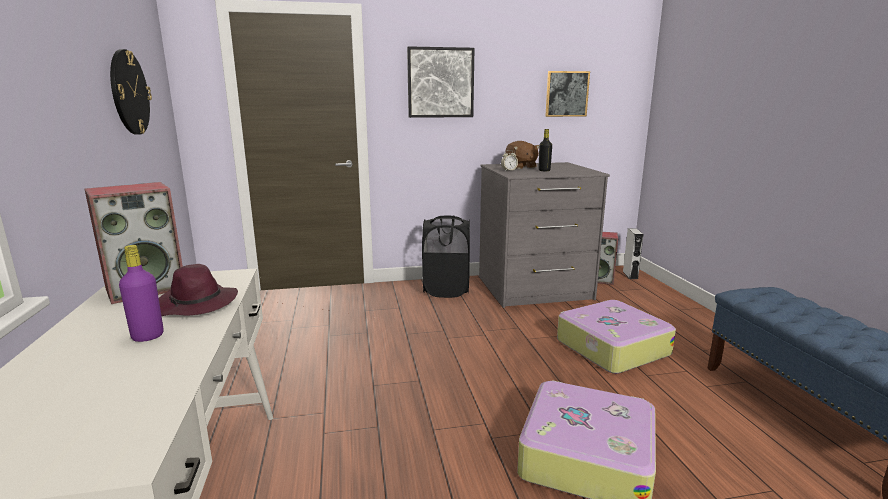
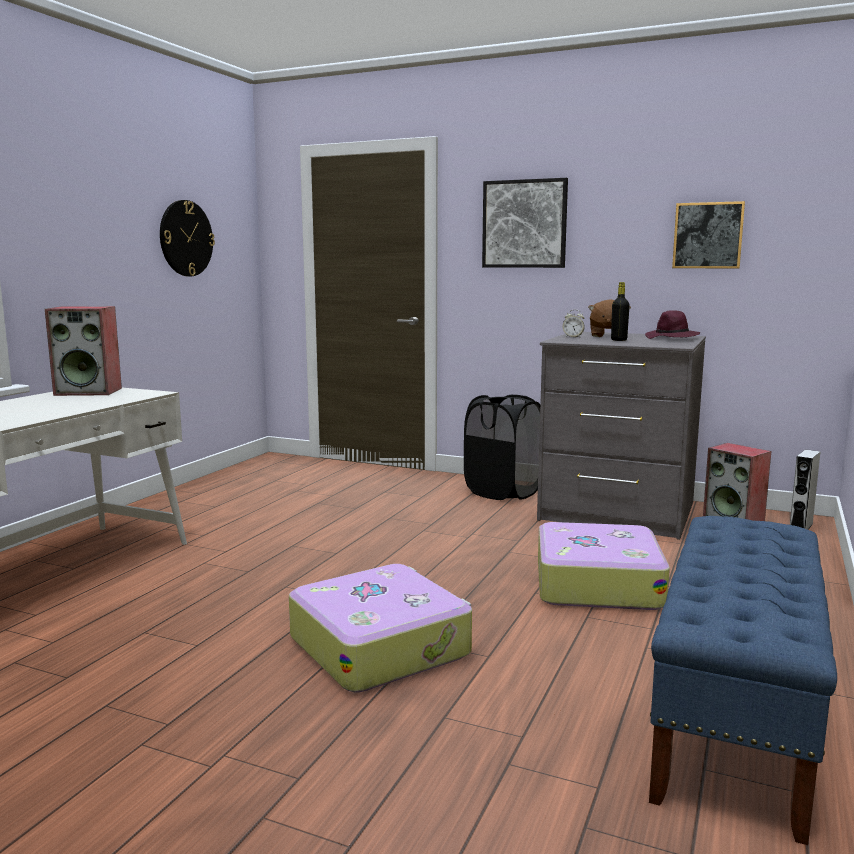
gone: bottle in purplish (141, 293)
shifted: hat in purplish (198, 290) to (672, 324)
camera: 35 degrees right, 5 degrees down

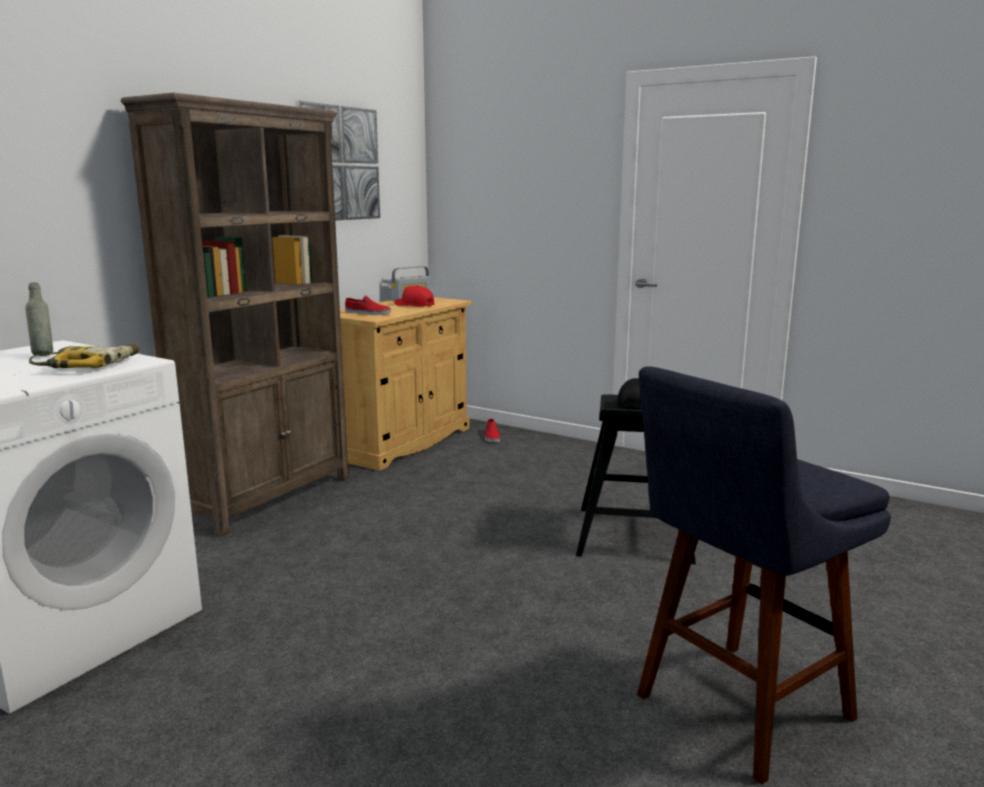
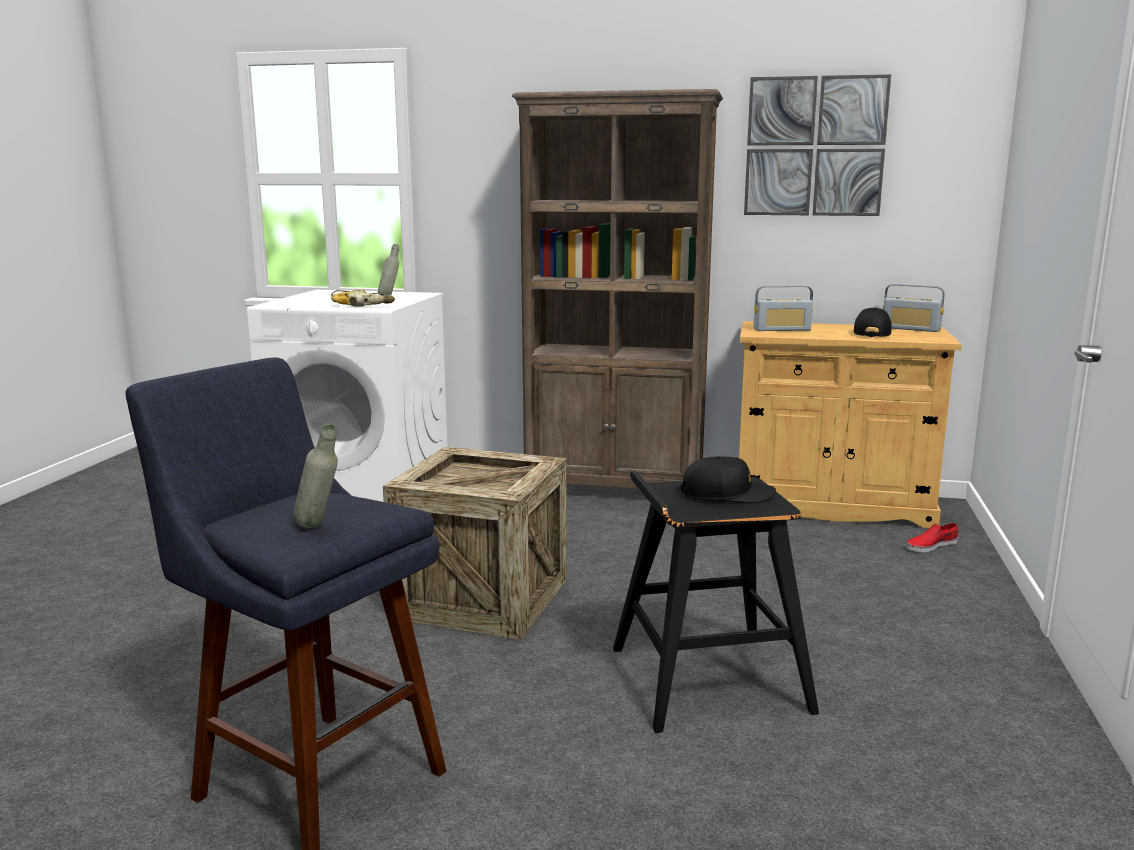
new: bottle in gray (315, 476); packing crate (475, 543)
swapped: item of footwear in reddish (368, 305) to radio receiver (783, 308)
repainted: baseball cap in reddish (414, 296) to baseball cap in black-coloured (872, 322)
camera: 70 degrees right, 0 degrees up

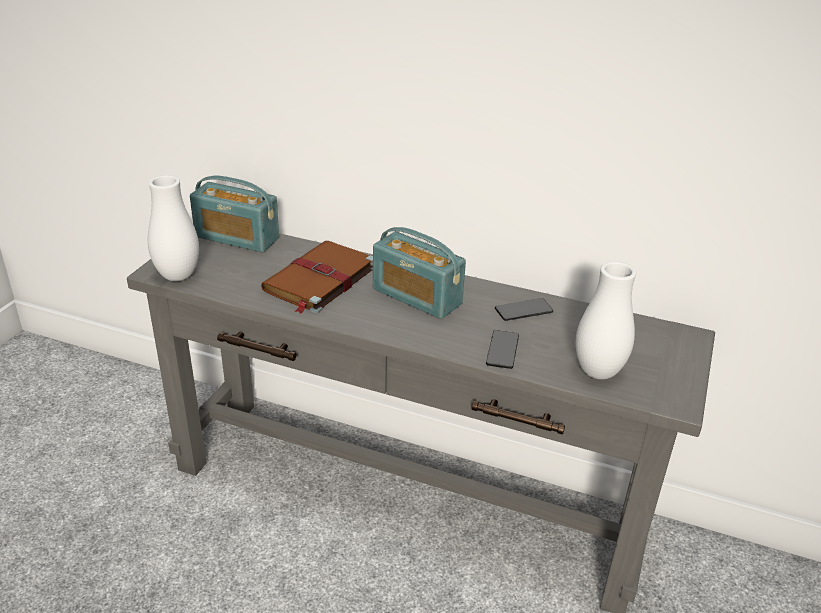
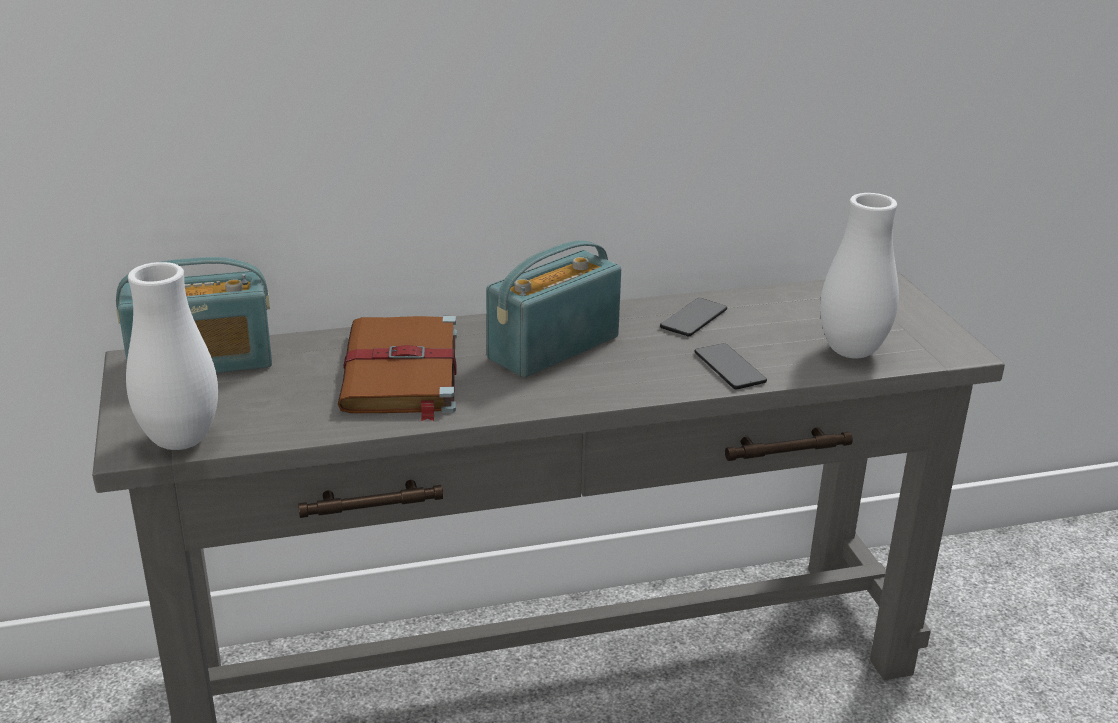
rotated: radio receiver (419, 273) = (553, 309) 135 degrees clockwise
camera: 35 degrees left, 5 degrees down

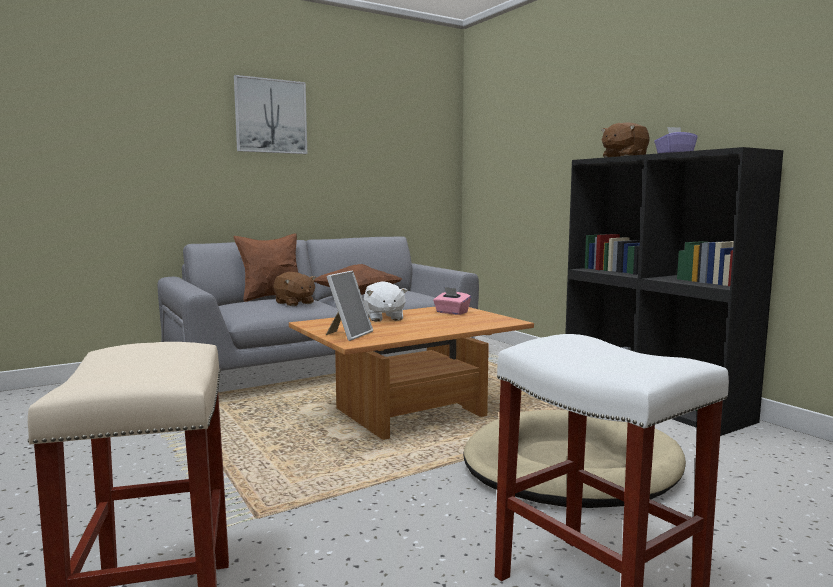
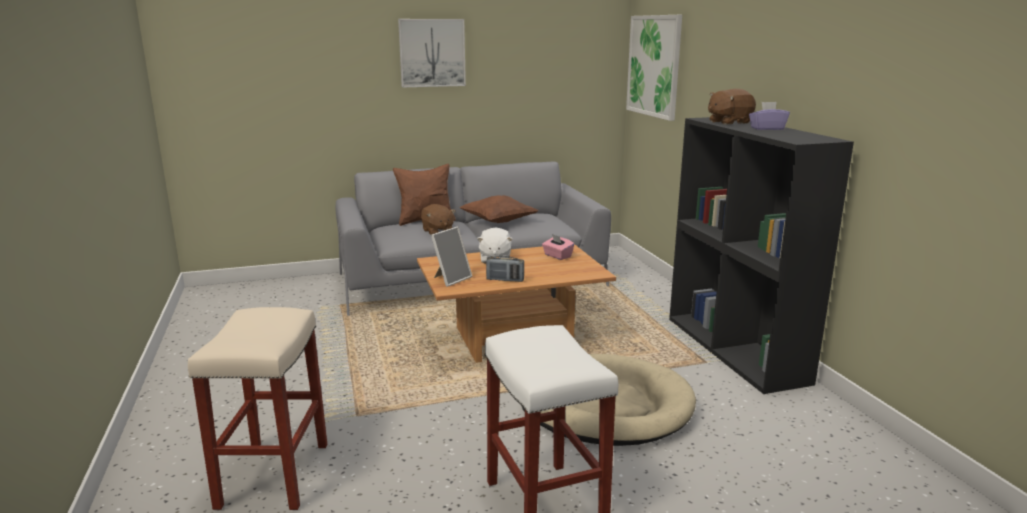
new: radio receiver (505, 269); wall art (654, 68)
camera: 15 degrees right, 10 degrees up

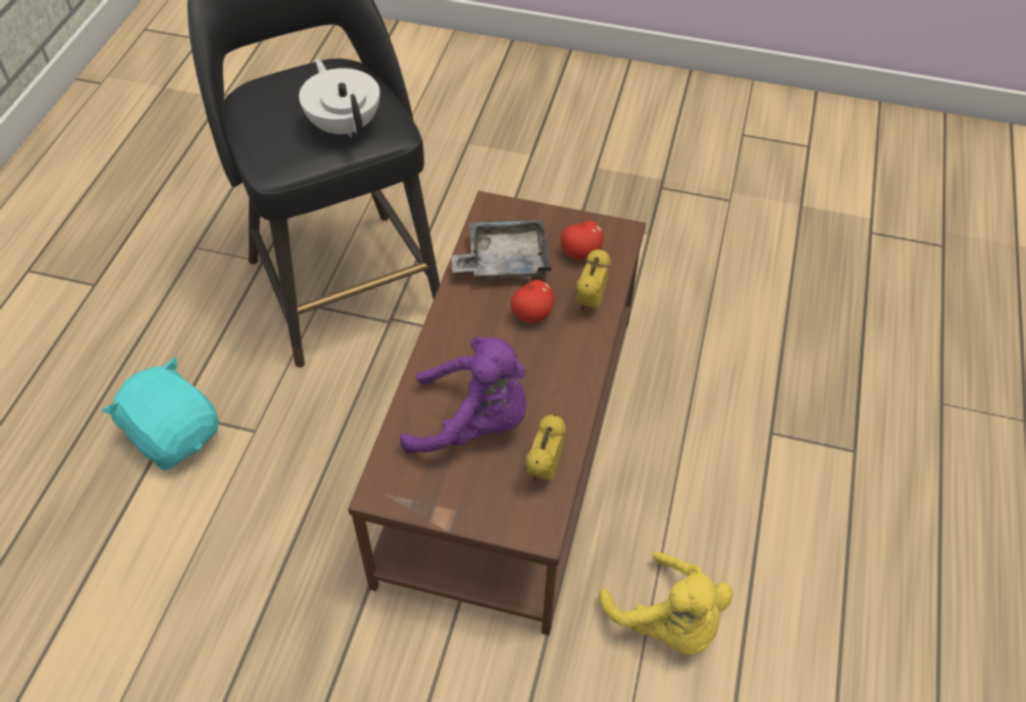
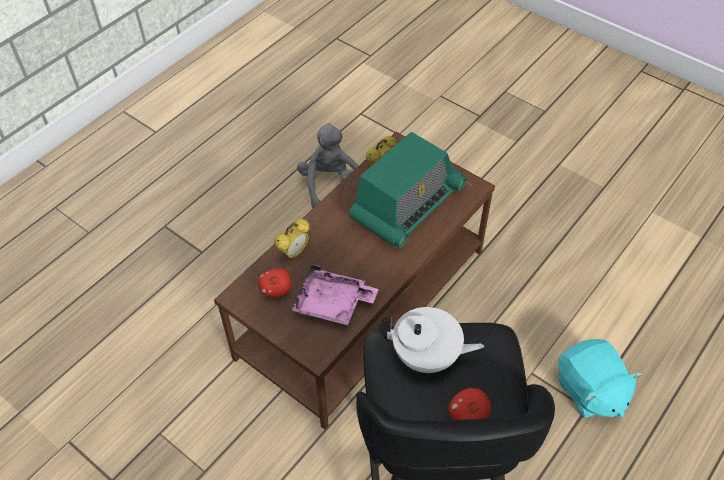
shifted: apple (532, 300) to (470, 404)
swapped: soft toy in purplish (463, 394) to radio receiver (408, 190)
repainted: serving tray in gray (501, 249) to serving tray in pink (335, 294); soft toy in yellowish (666, 603) to soft toy in gray (328, 165)
rotated: teapot in whitish (339, 98) = (431, 340) 75 degrees counterclockwise
camera: 155 degrees left, 0 degrees up

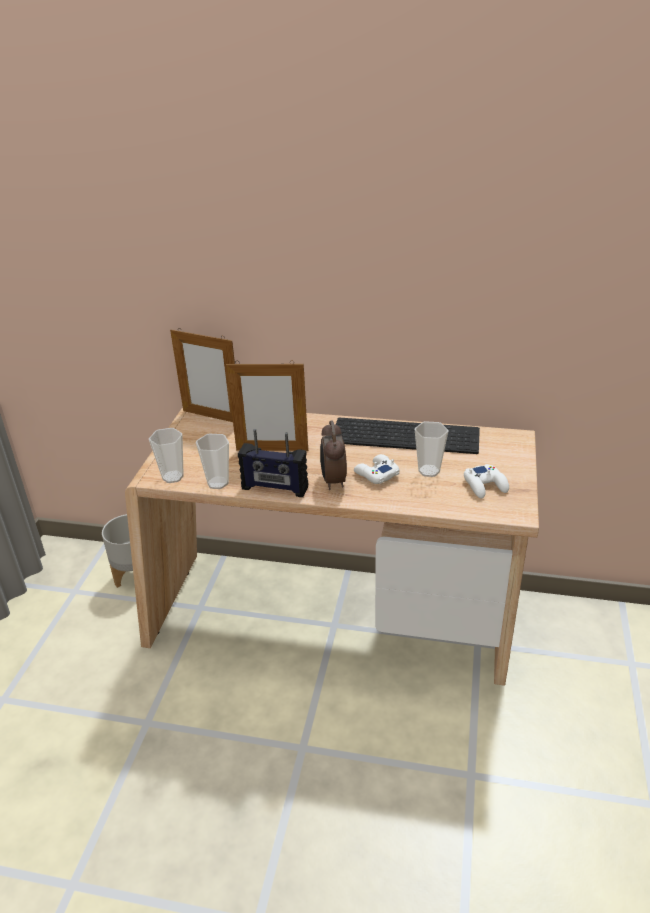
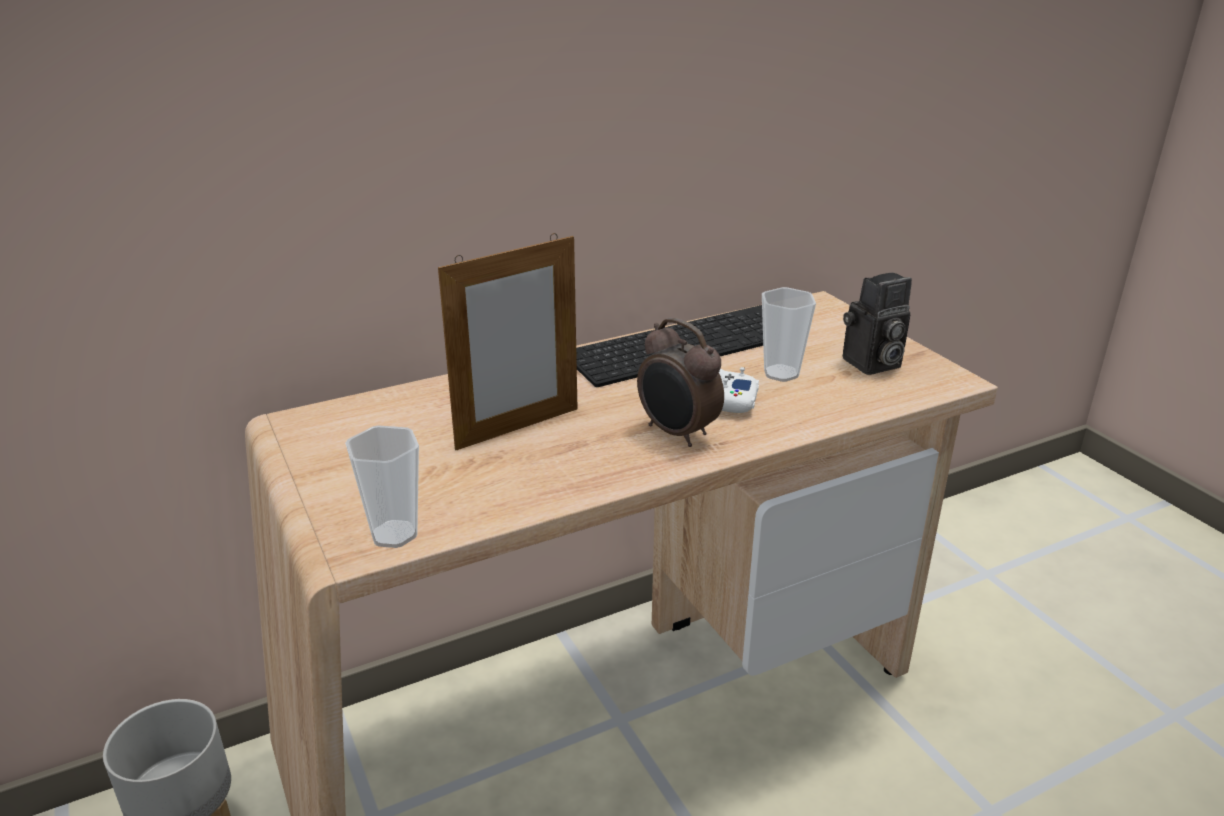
gone: picture frame (202, 376); cup (212, 461); radio receiver (273, 463)
swapped: game controller in whitish (486, 481) to still camera (877, 323)
camera: 40 degrees left, 5 degrees down

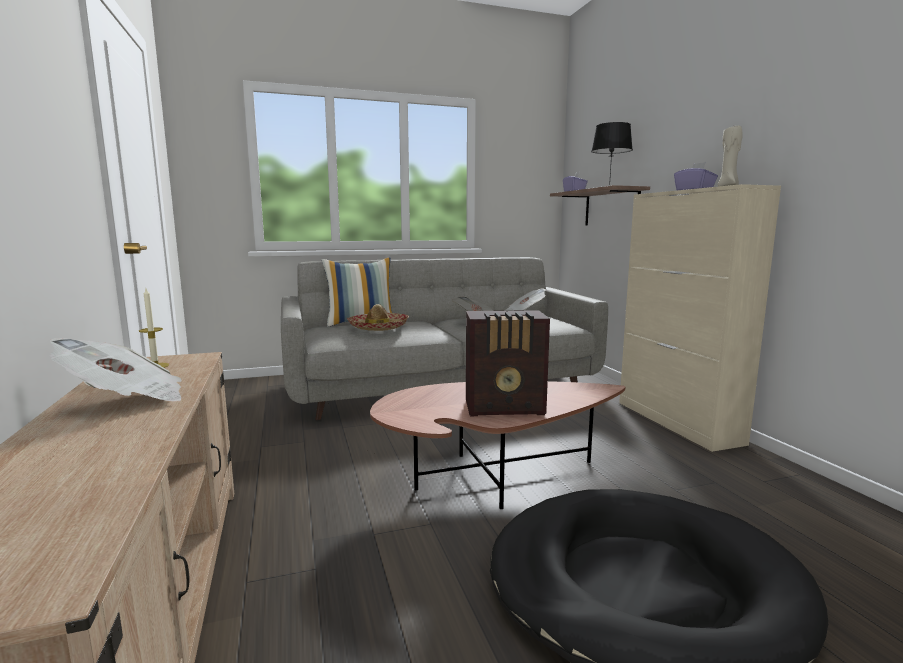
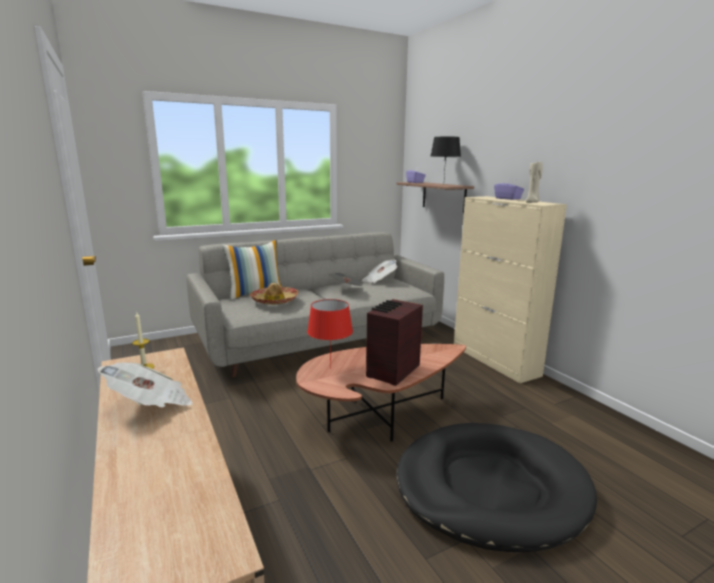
new: lamp for a table in reddish (330, 334)
rotated: radio receiver (508, 363) = (394, 342) 135 degrees clockwise
camera: 10 degrees left, 5 degrees up

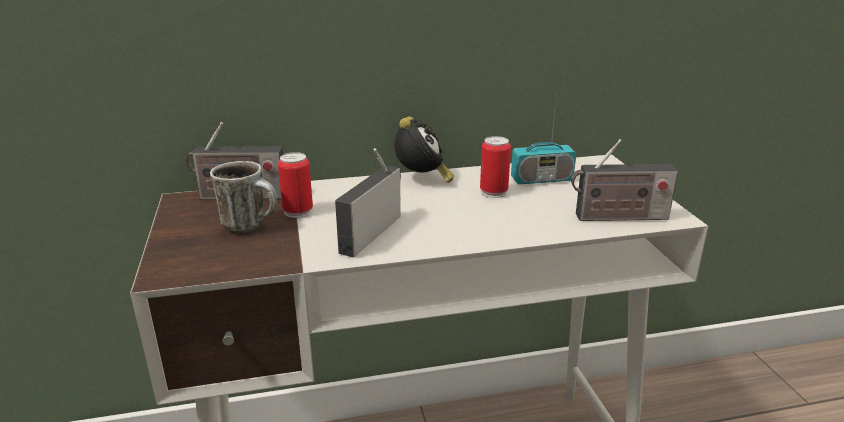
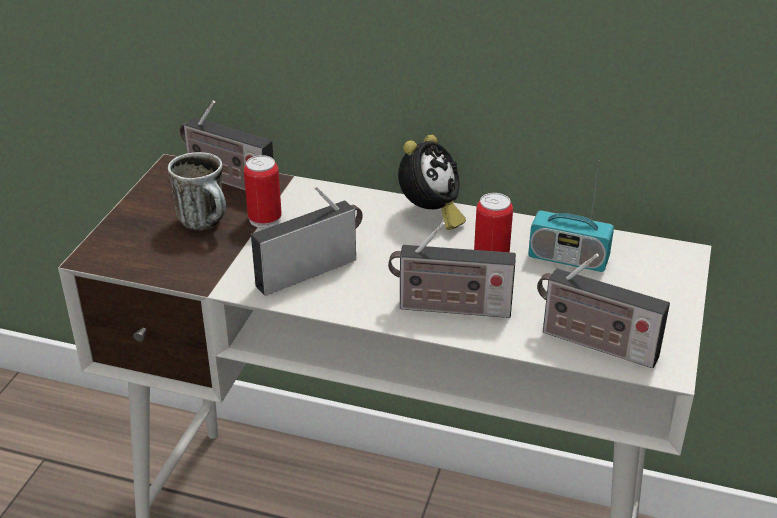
new: radio receiver (452, 270)
camera: 30 degrees right, 10 degrees up

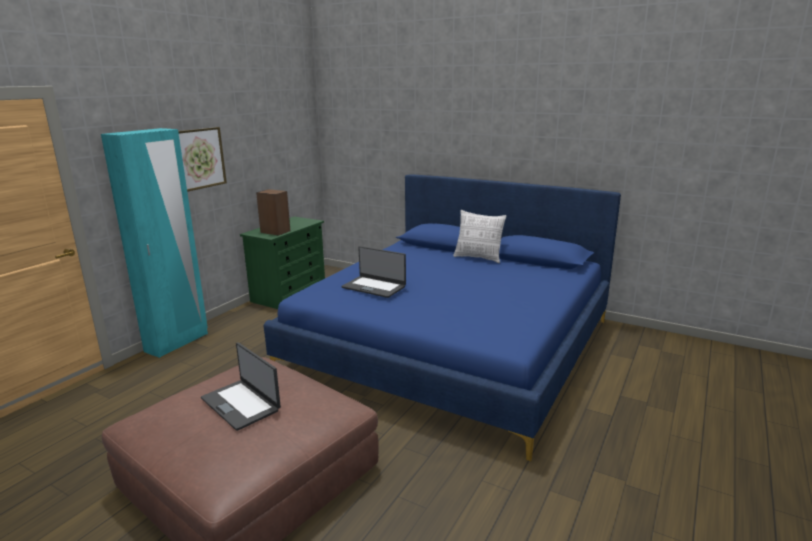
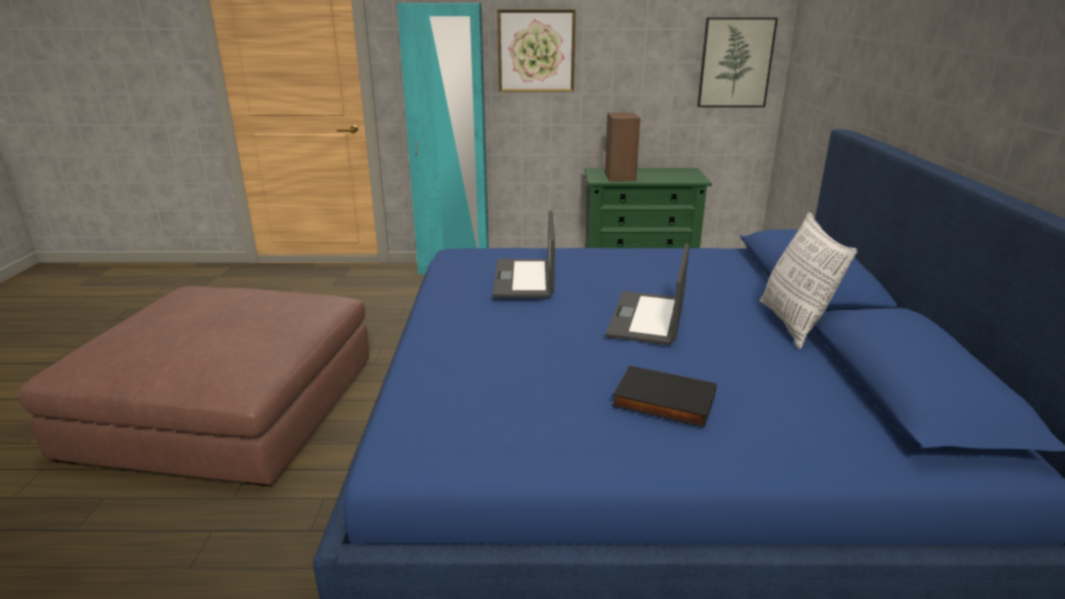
new: volume in black-coloured (664, 396); wall art (737, 62)
shifted: notebook computer (241, 386) to (648, 294)
camera: 60 degrees right, 5 degrees up

